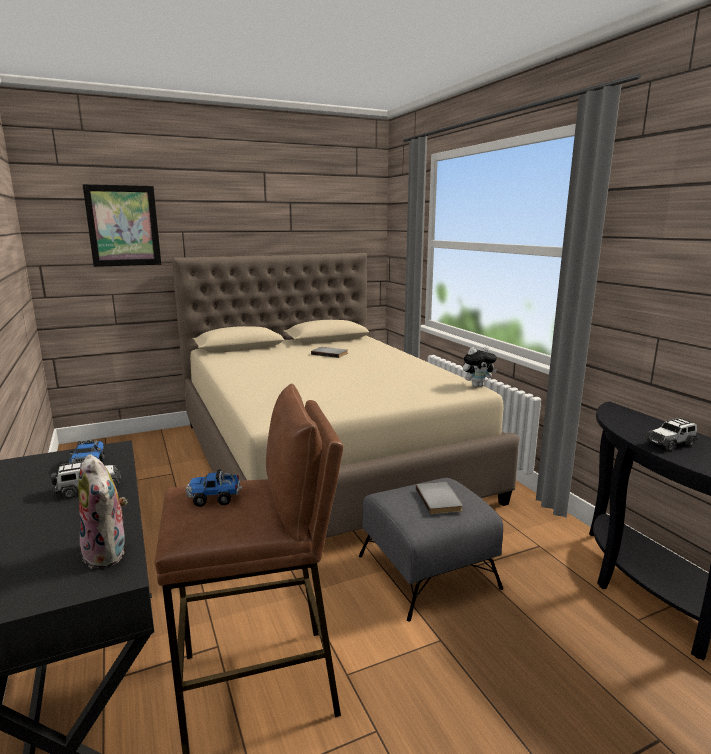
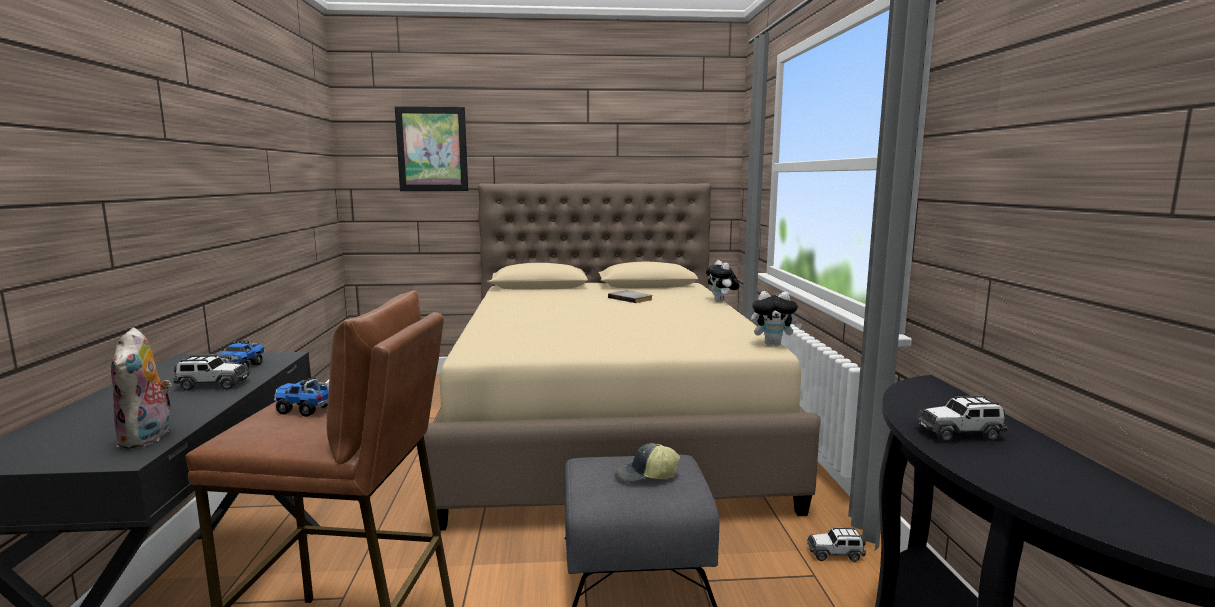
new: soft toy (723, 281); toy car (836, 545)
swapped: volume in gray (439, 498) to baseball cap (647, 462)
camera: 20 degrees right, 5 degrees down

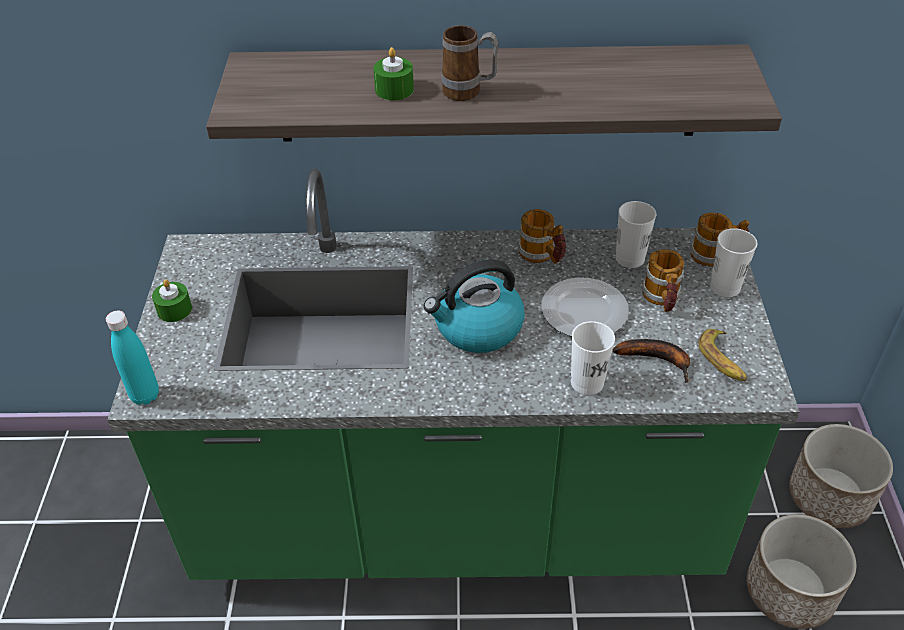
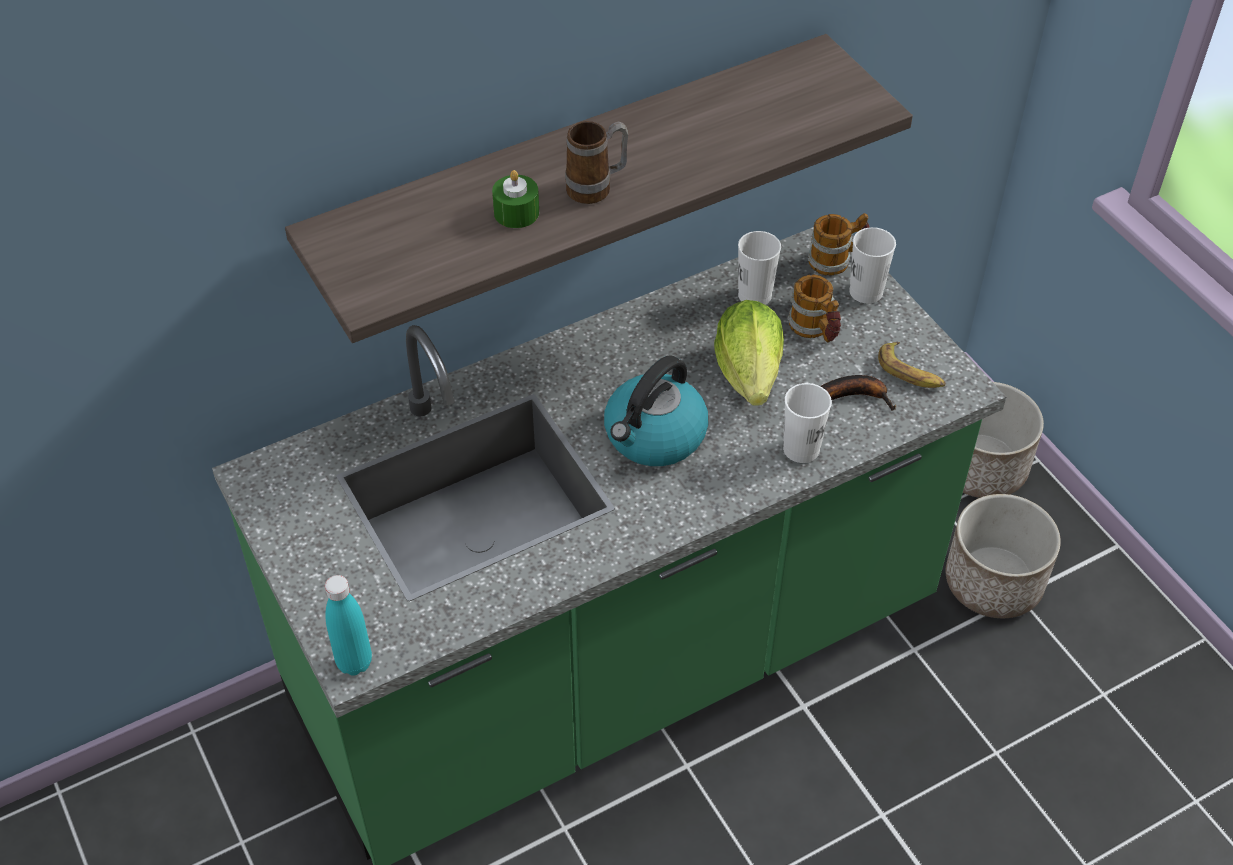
gone: wax light in green-coloured (172, 300); tea mug (542, 236)
swapped: dinner plate (585, 307) to lettuce head (749, 353)
camera: 30 degrees left, 5 degrees up

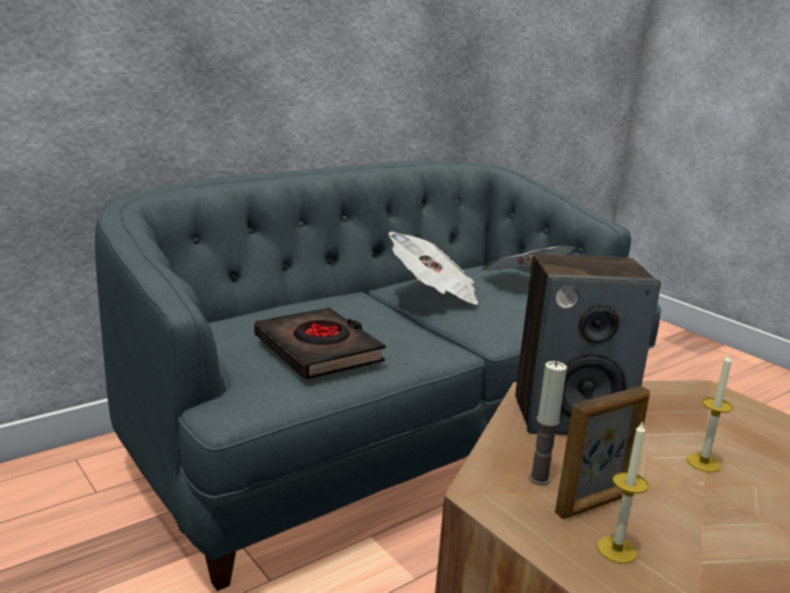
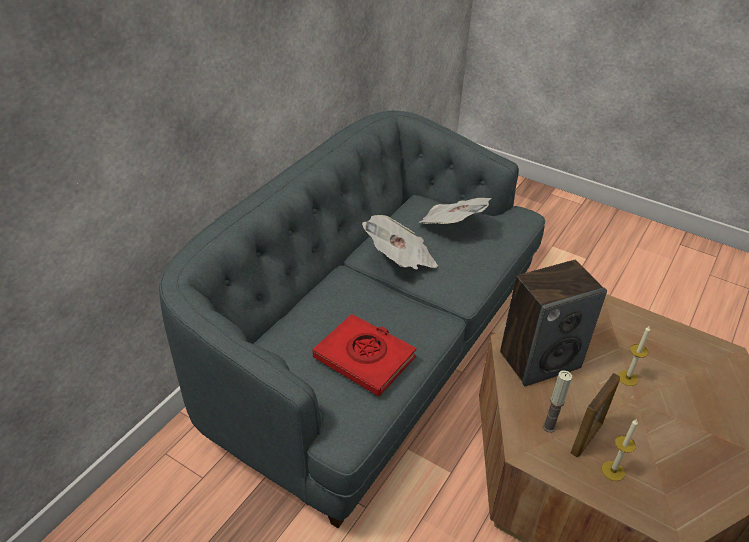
repainted: volume in black-coloured (320, 344) to volume in reddish (364, 355)
camera: 20 degrees left, 20 degrees up

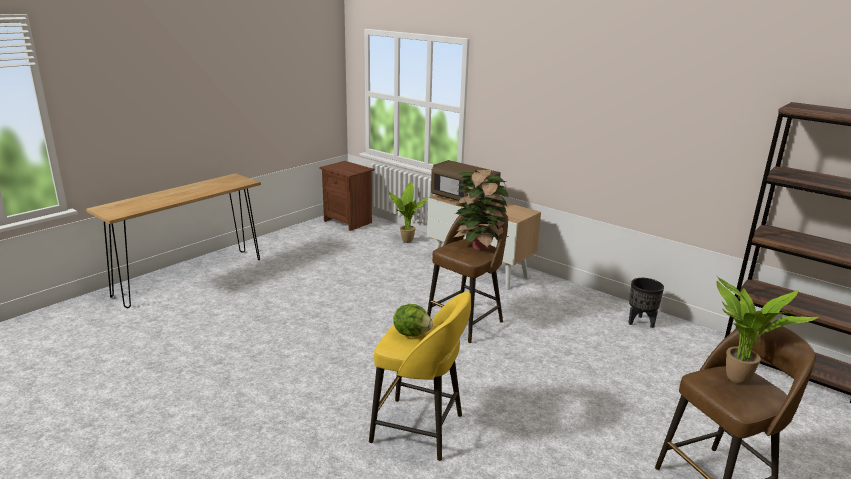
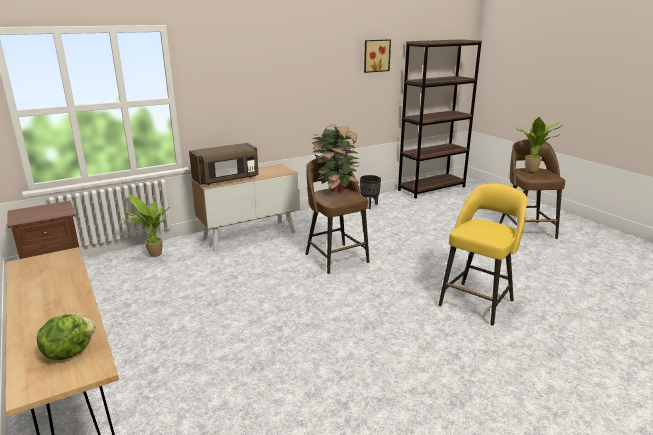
new: wall art (377, 56)
shifted: lettuce head (413, 320) to (66, 337)
camera: 70 degrees left, 0 degrees up

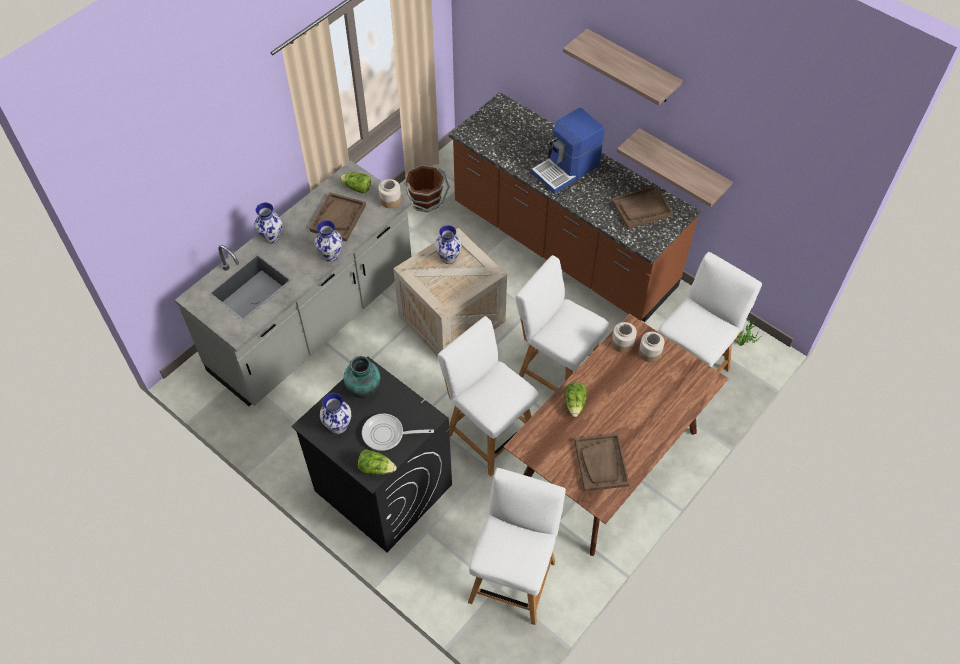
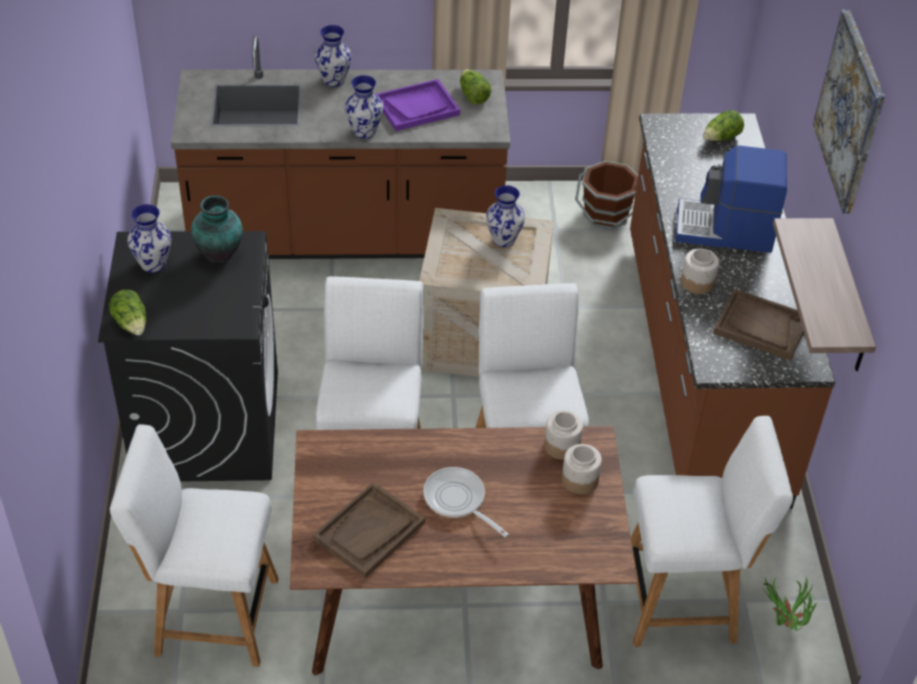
shifted: skillet (398, 432) to (466, 502); storage jar (389, 193) to (700, 271); lettuce head (575, 399) to (723, 125)
swapped: bracket shelf (623, 67) to wall art (849, 112)
repainted: counter in gray (293, 283) to counter in brown-coloured (340, 147); serving tray in brown-coloured (337, 217) to serving tray in purplish (417, 105)
rotated: chair in whitish (517, 546) = (194, 545) 150 degrees counterclockwise
camera: 45 degrees right, 10 degrees down

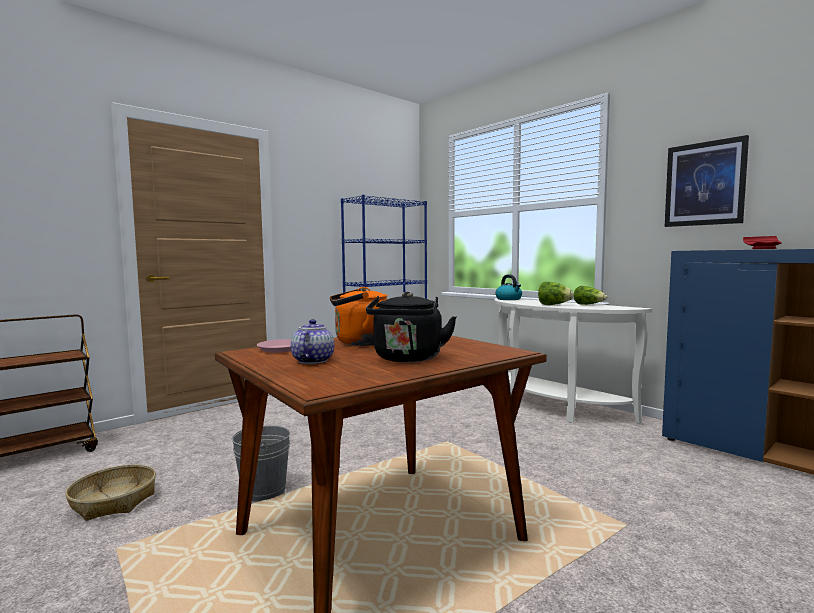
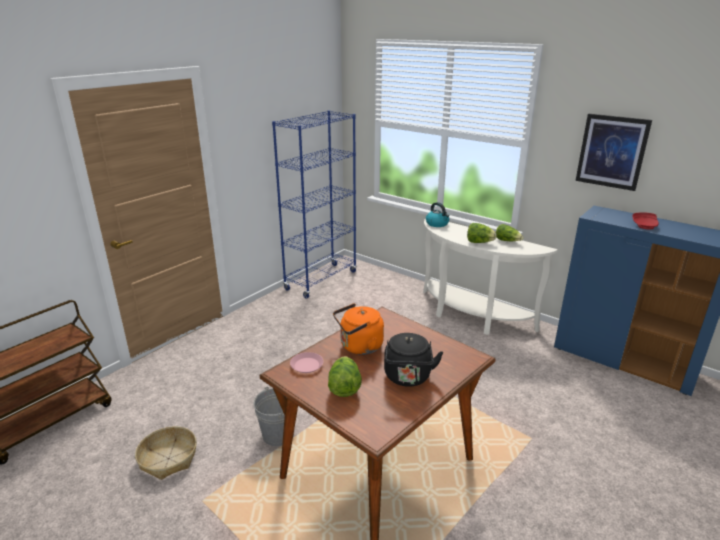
swapped: teapot (312, 341) to lettuce head (345, 376)
camera: 10 degrees left, 20 degrees up

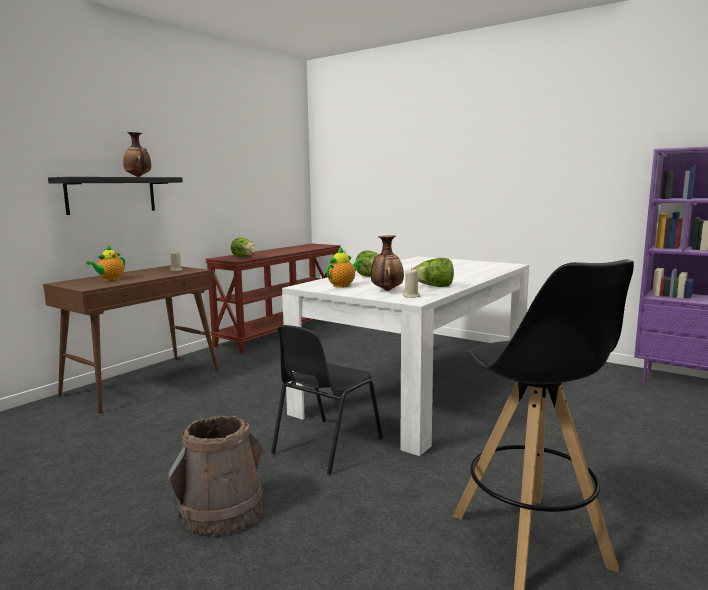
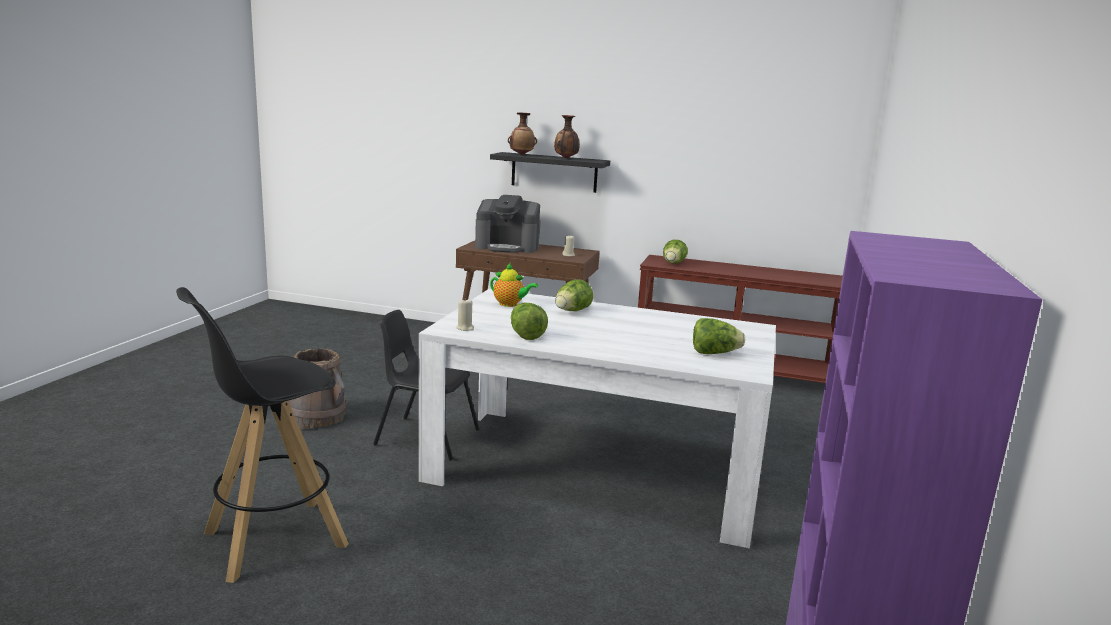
new: lettuce head (719, 336)
shifted: decorative vase (387, 263) to (522, 133)
swapped: teapot (105, 263) to coffee machine (507, 224)
camera: 70 degrees right, 5 degrees up

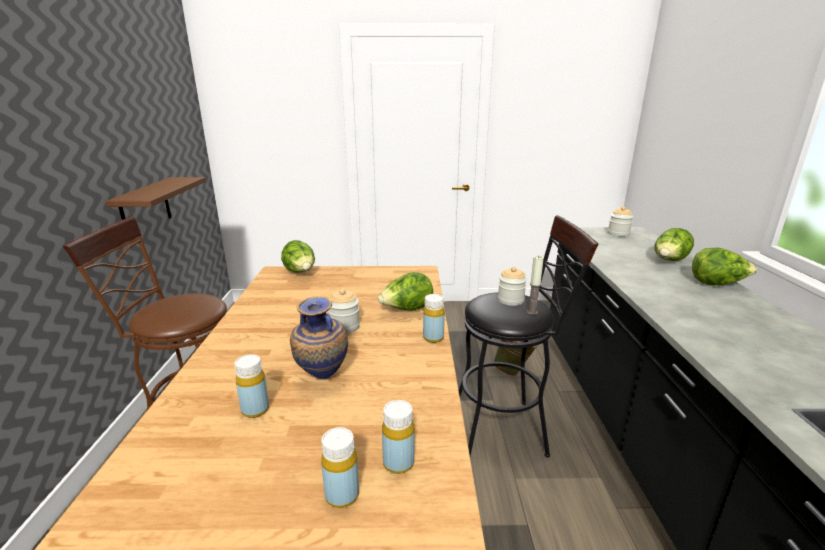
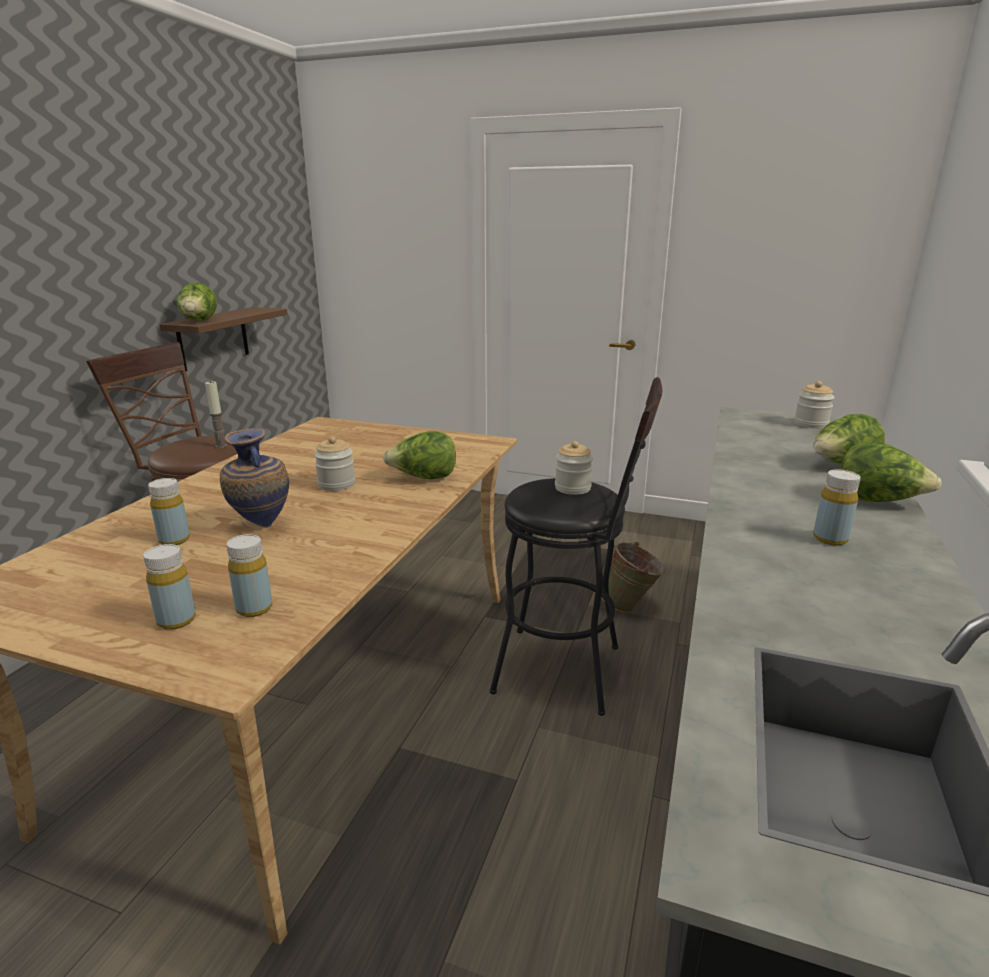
shifted: lettuce head (298, 256) to (196, 302); bottle in yellowish (434, 318) to (837, 507); wax light (535, 285) to (216, 414)
camera: 20 degrees right, 0 degrees up

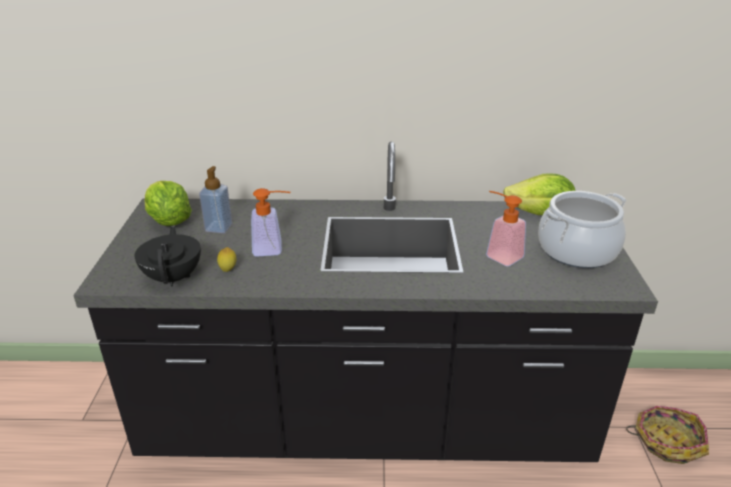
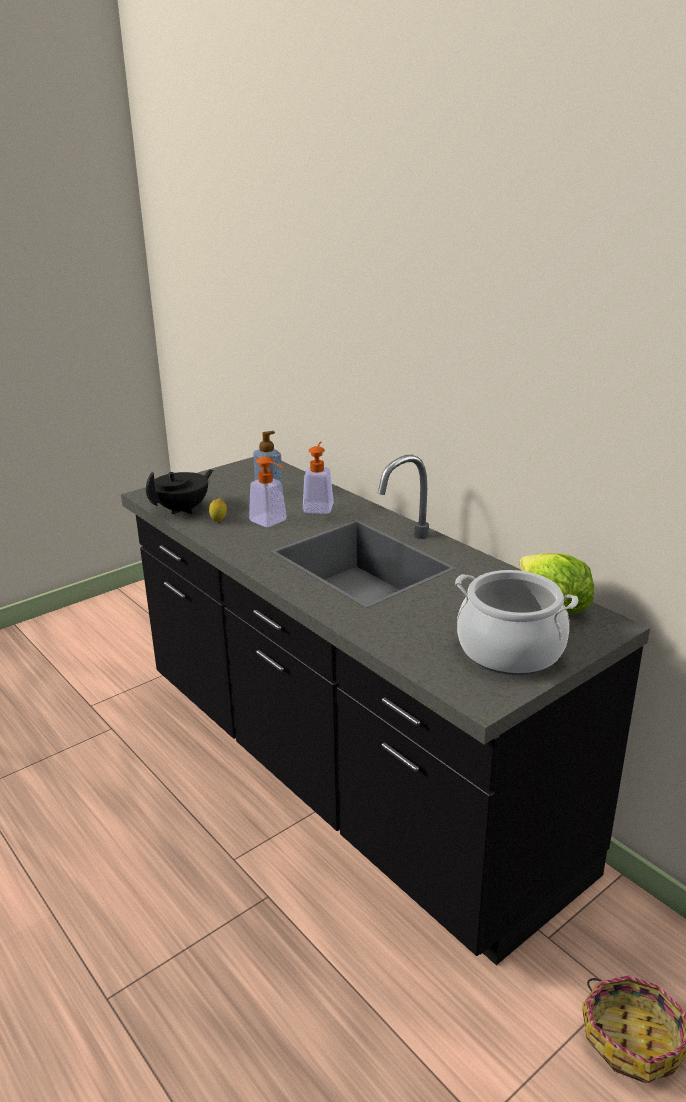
gone: lettuce head (168, 203)
shifted: soap bottle (506, 228) to (318, 478)
camera: 50 degrees right, 5 degrees down

